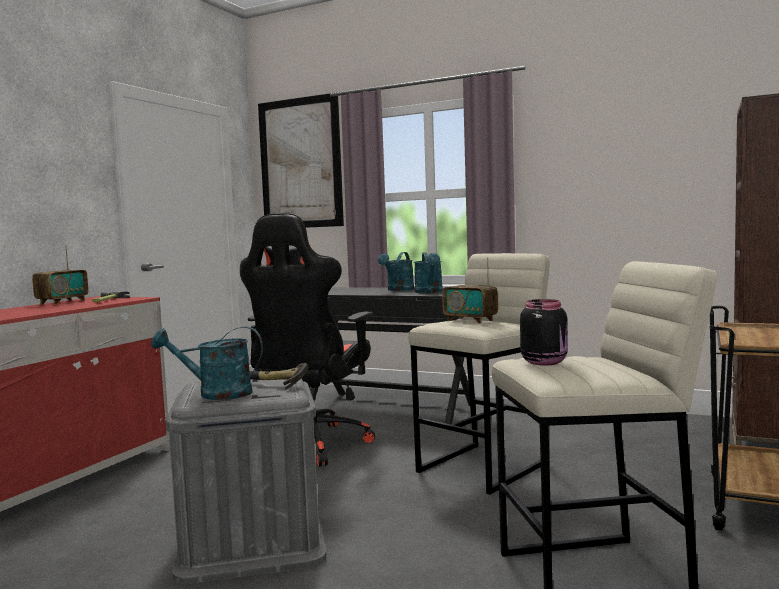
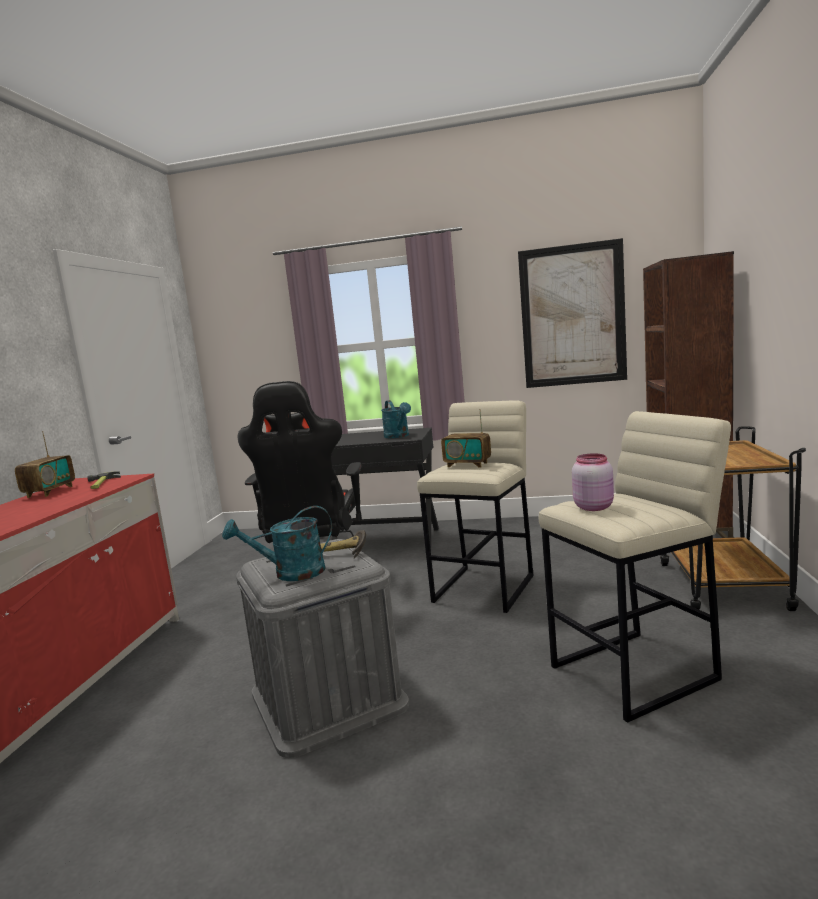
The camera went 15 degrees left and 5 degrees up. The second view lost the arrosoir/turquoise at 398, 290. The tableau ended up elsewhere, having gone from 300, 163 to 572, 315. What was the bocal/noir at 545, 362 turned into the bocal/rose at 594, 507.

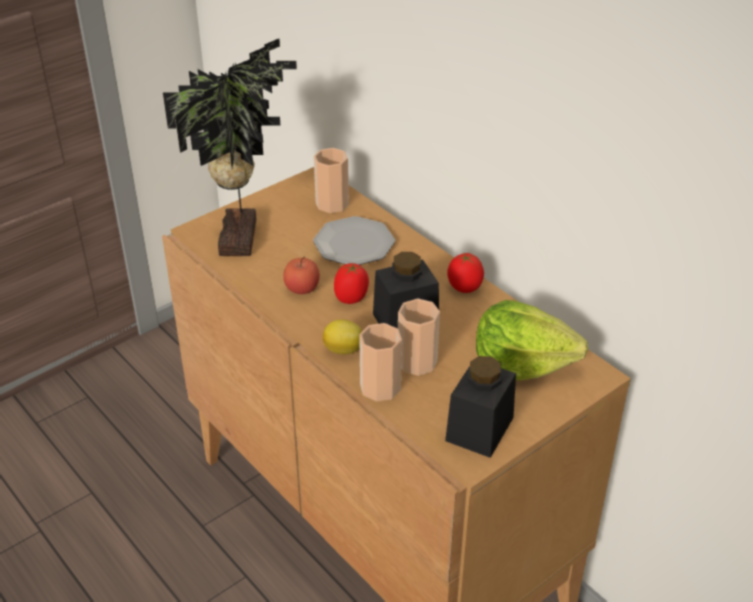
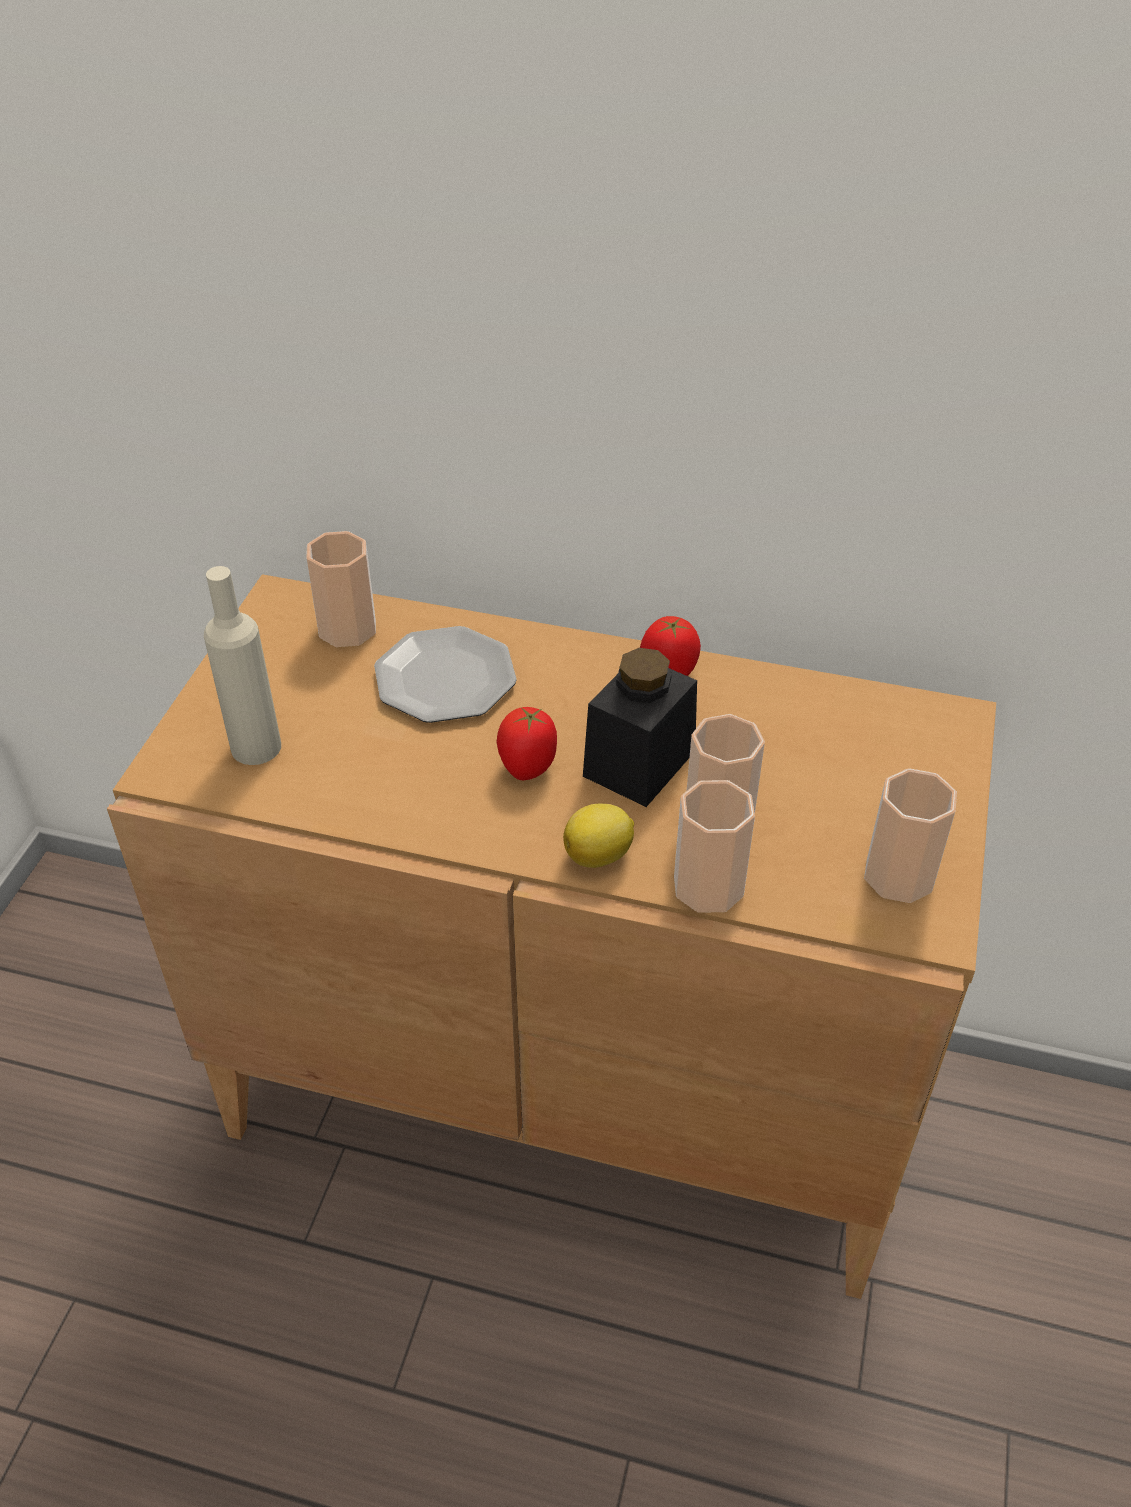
The camera went 35 degrees left and 5 degrees up. The second view lost the pomme at 302, 288. The second view lost the laitue at 522, 363. Where the plante en pot stood at 243, 237, the bouteille/beige came to stand at 256, 747. Where the bocal/noir stood at 479, 429, the tasse came to stand at 898, 876.

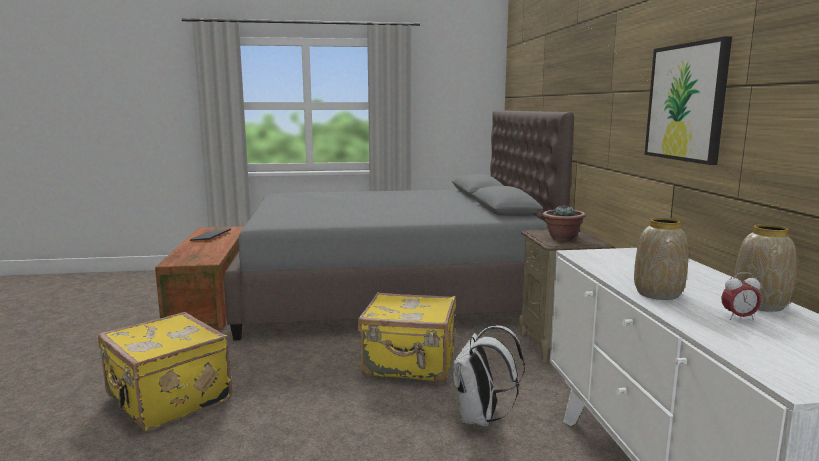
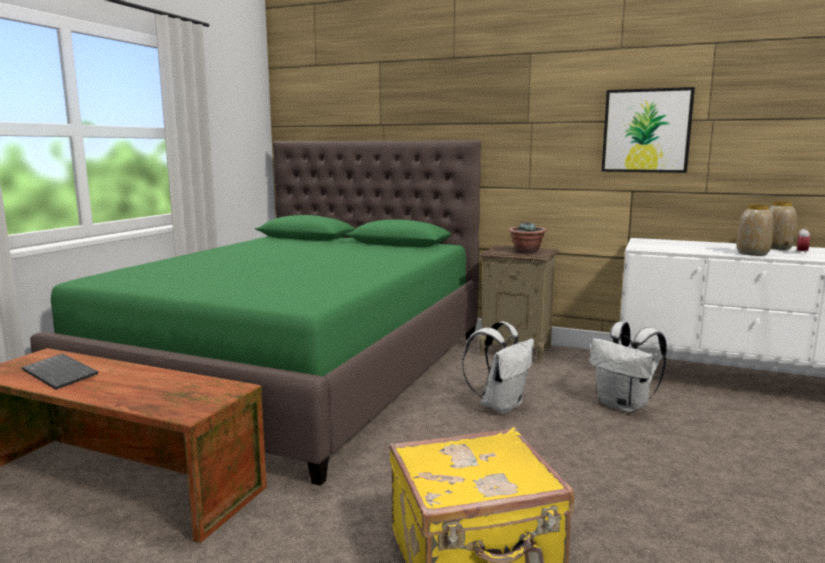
The camera went 60 degrees left and 0 degrees up. Where the valise/jaune stood at 410, 364, the sac à dos/blanc came to stand at 500, 406. What was the lit/gris at 390, 292 turned into the lit/vert at 298, 372.

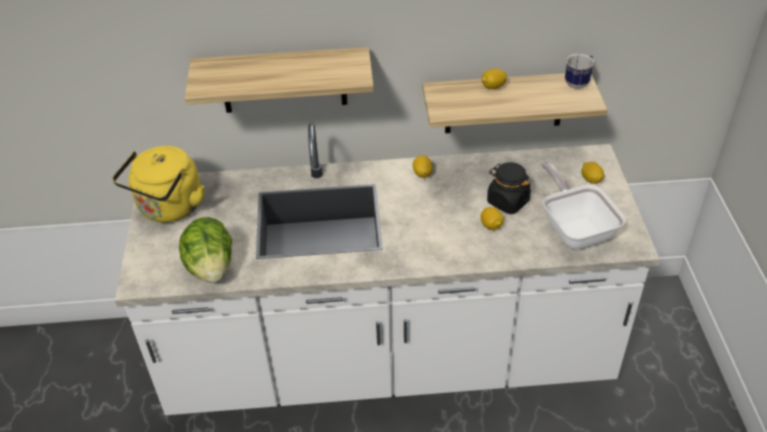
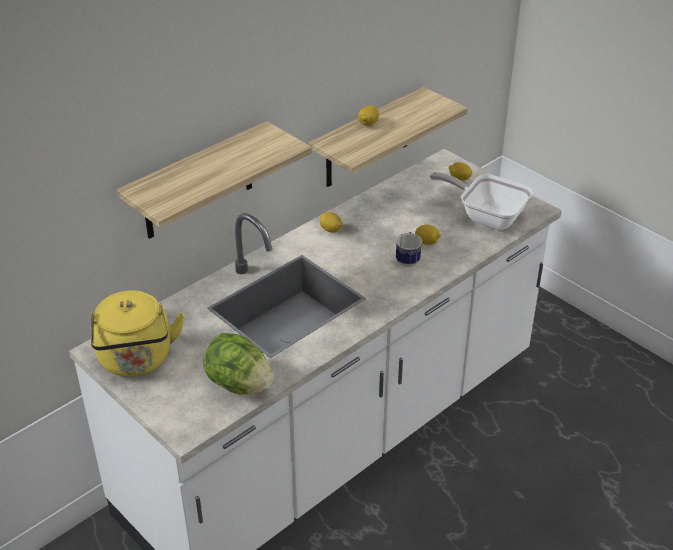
The camera went 40 degrees left and 5 degrees down. The second view lost the bocal/noir at 507, 201. The mug ended up elsewhere, having gone from 579, 82 to 408, 260.

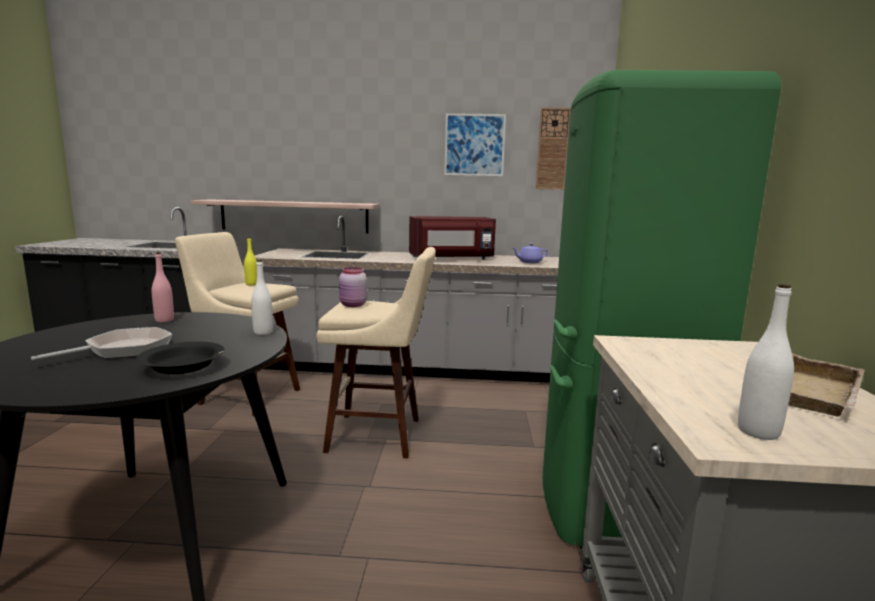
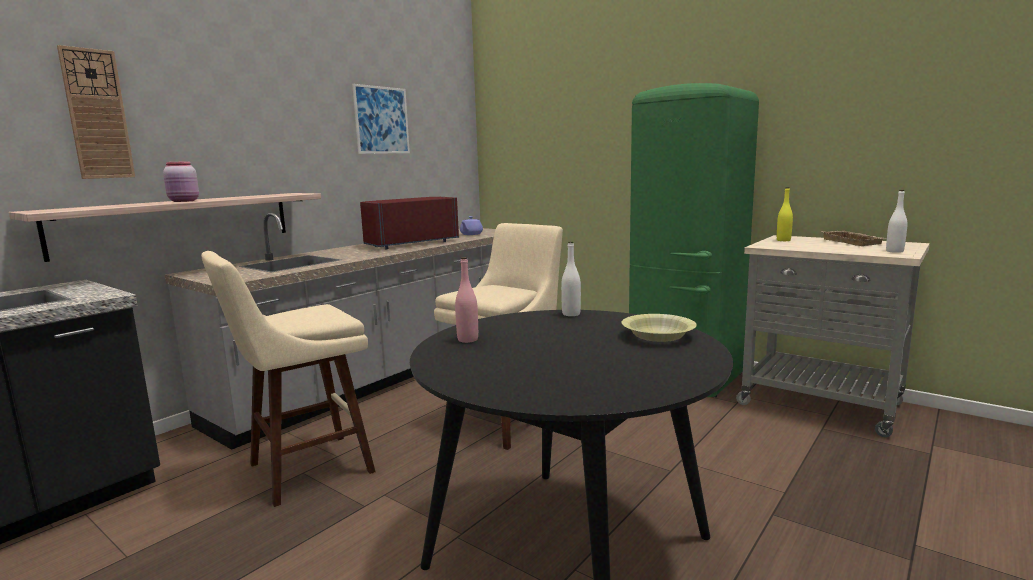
The camera went 55 degrees left and 0 degrees up. The second view lost the poêle at 123, 350. The bouteille/jaune ended up elsewhere, having gone from 251, 284 to 783, 240. The bocal/rose ended up elsewhere, having gone from 353, 305 to 184, 201. The horloge murale ended up elsewhere, having gone from 552, 149 to 97, 114. What was the bol/noir at 183, 367 turned into the bol/jaune at 658, 336. The micro-ondes/rouge at 452, 258 ended up facing another way, 150 degrees counterclockwise from before.

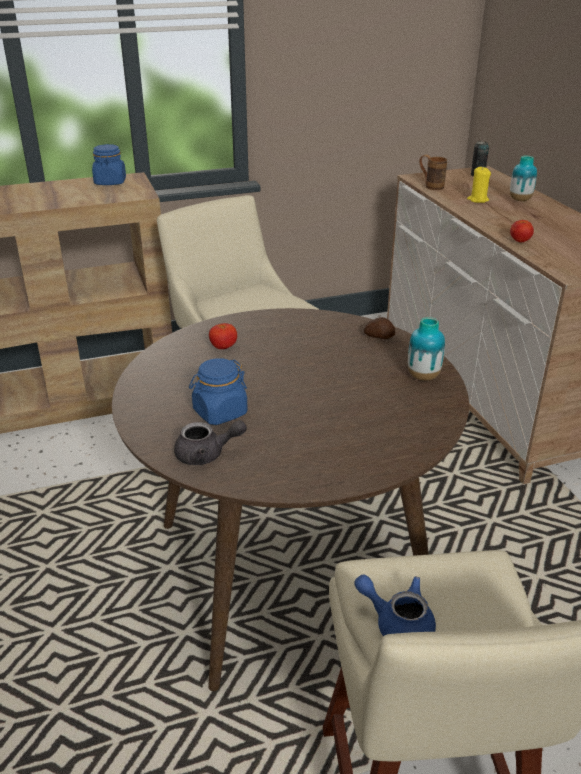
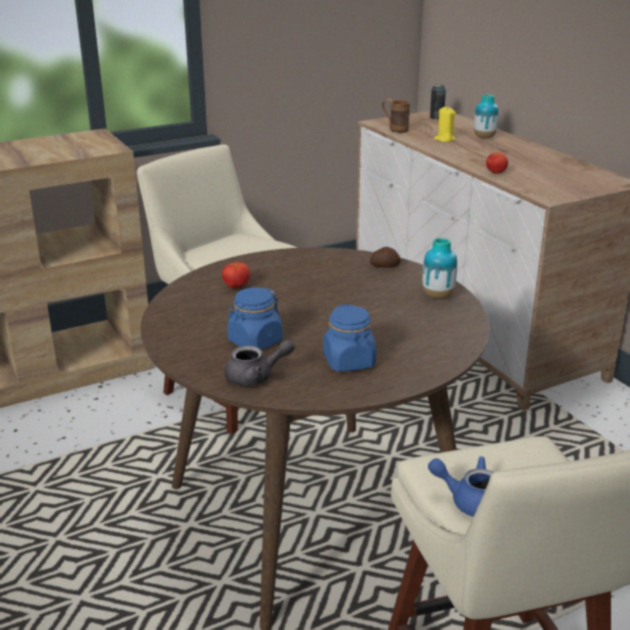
The camera went 10 degrees left and 5 degrees down. The bocal/bleu ended up elsewhere, having gone from 110, 182 to 349, 362.

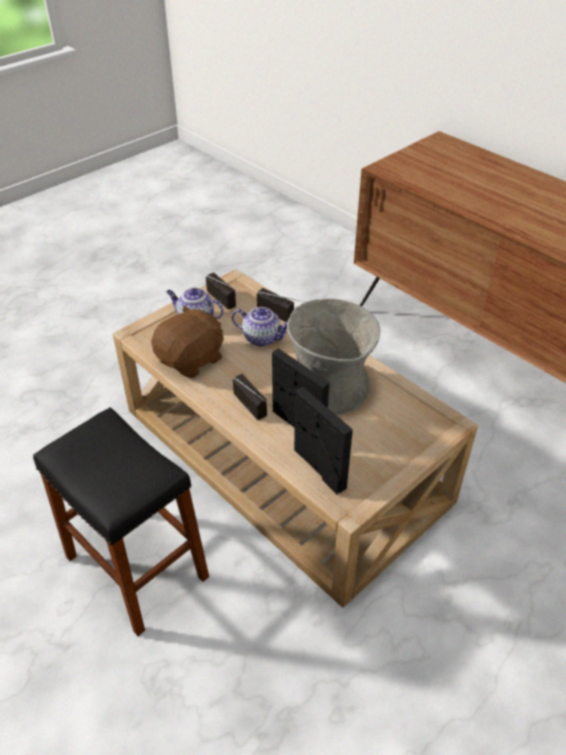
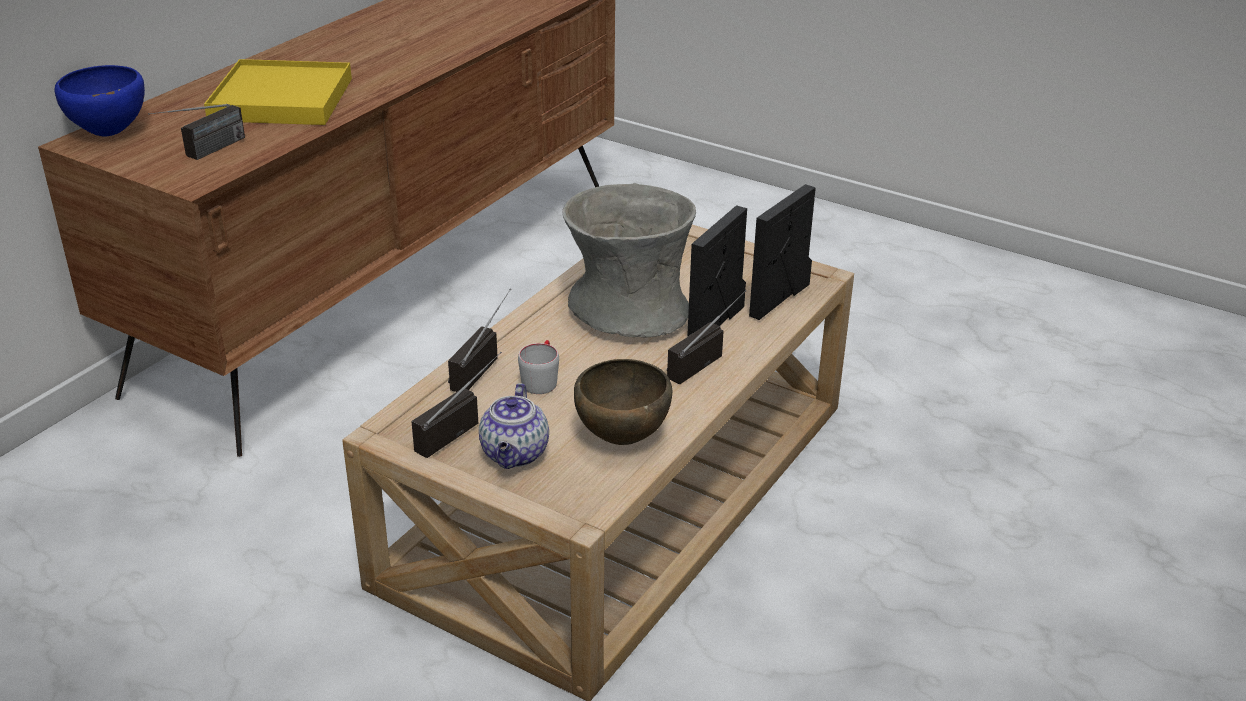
The camera went 105 degrees left and 10 degrees down. The second view lost the tabouret/noir at 137, 567. The second view gained the bol/bleu at 109, 134. The second view gained the radio at 204, 153. The second view gained the plateau/jaune at 282, 99. Where the peluche/marron stood at 191, 360, the bol/marron came to stand at 622, 439. Where the théière stood at 262, 338, the mug/gris came to stand at 541, 379.

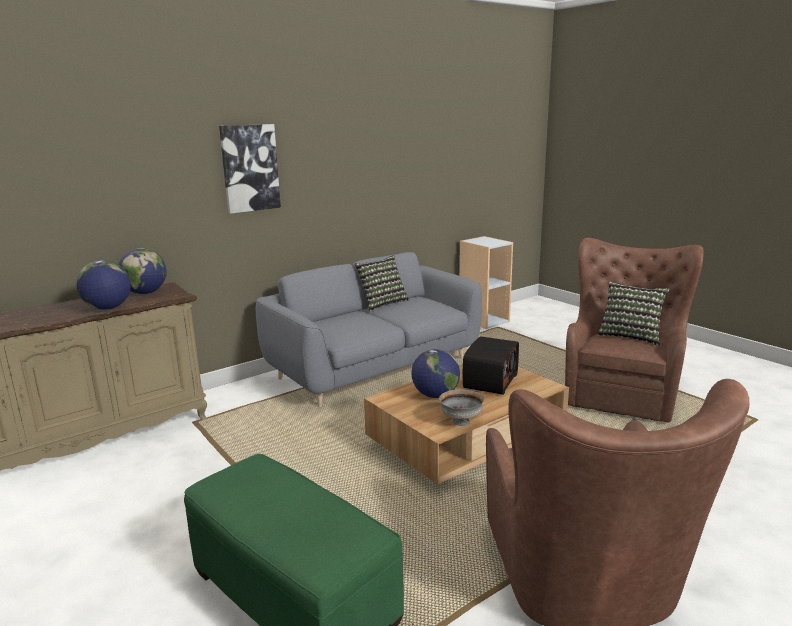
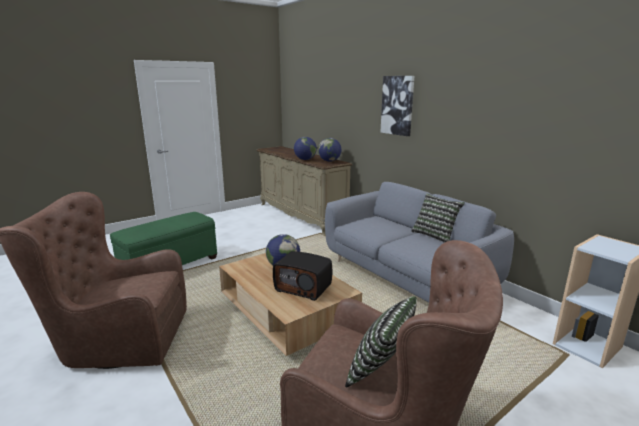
The camera went 90 degrees right and 0 degrees up. The second view lost the bol/gris at 460, 421.

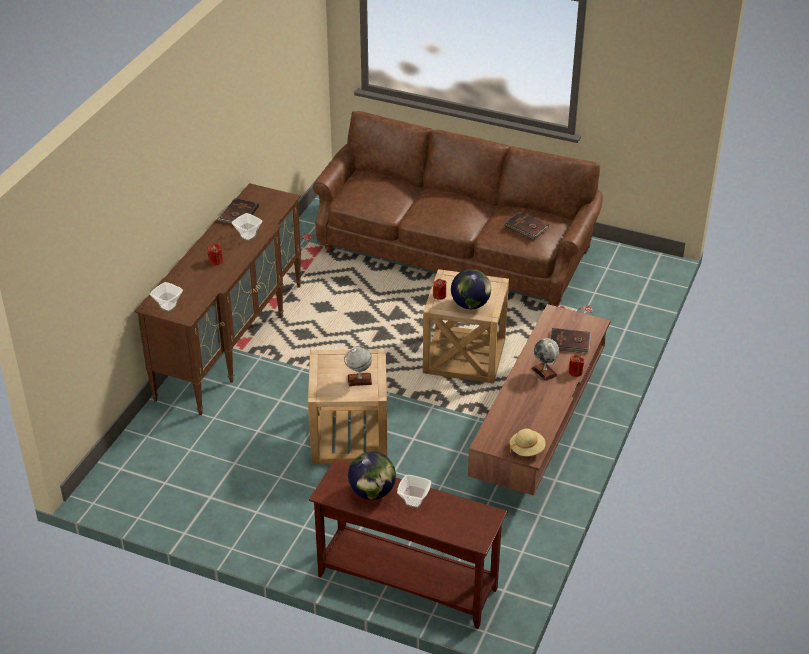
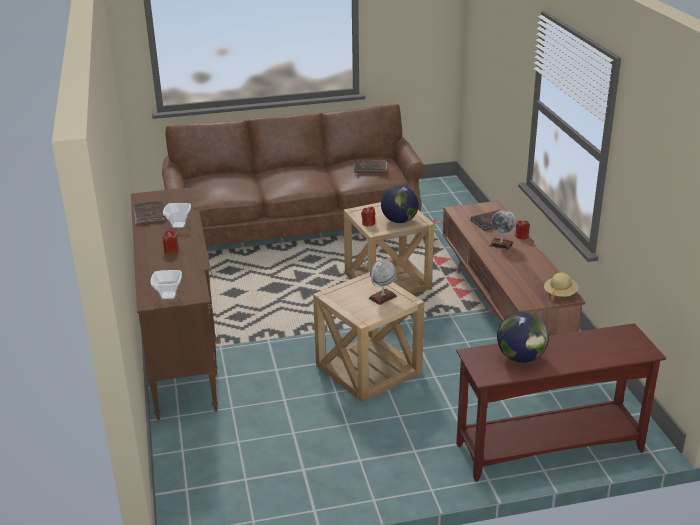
The camera went 35 degrees left and 10 degrees down. The second view lost the bol at 413, 501.

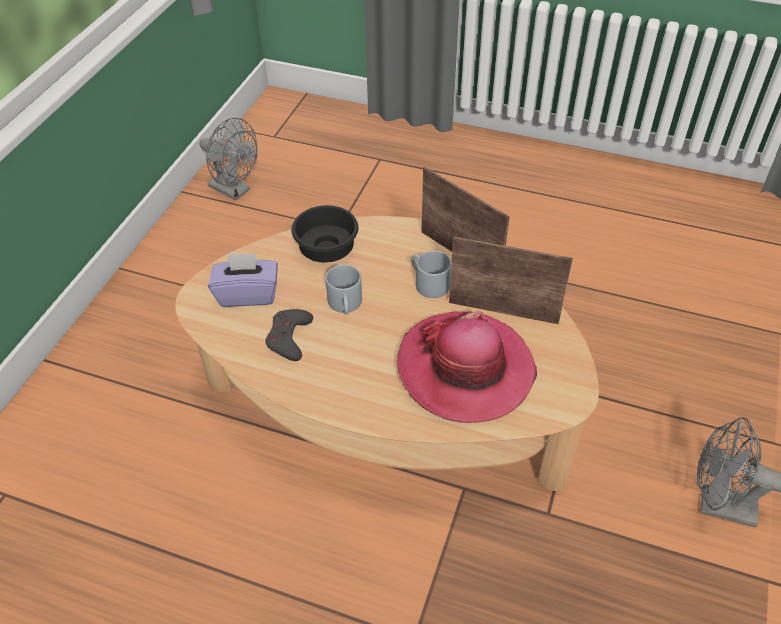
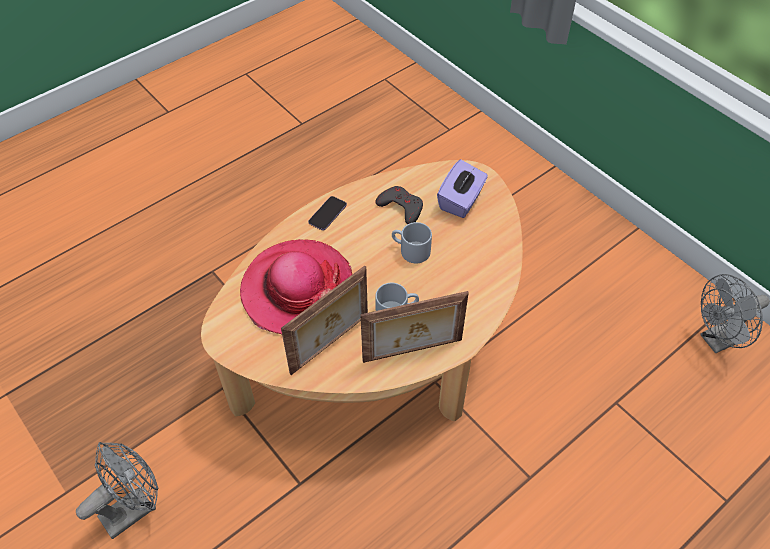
The camera went 120 degrees right and 5 degrees up. The second view lost the bol/noir at 328, 251. The second view gained the téléphone at 327, 214.

